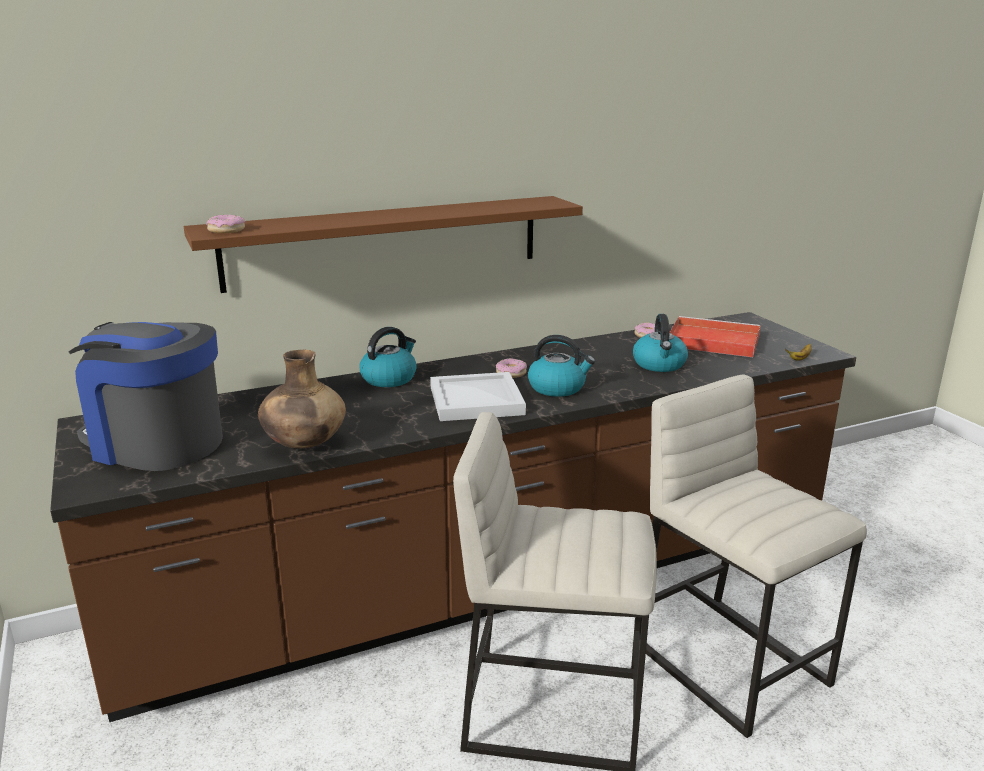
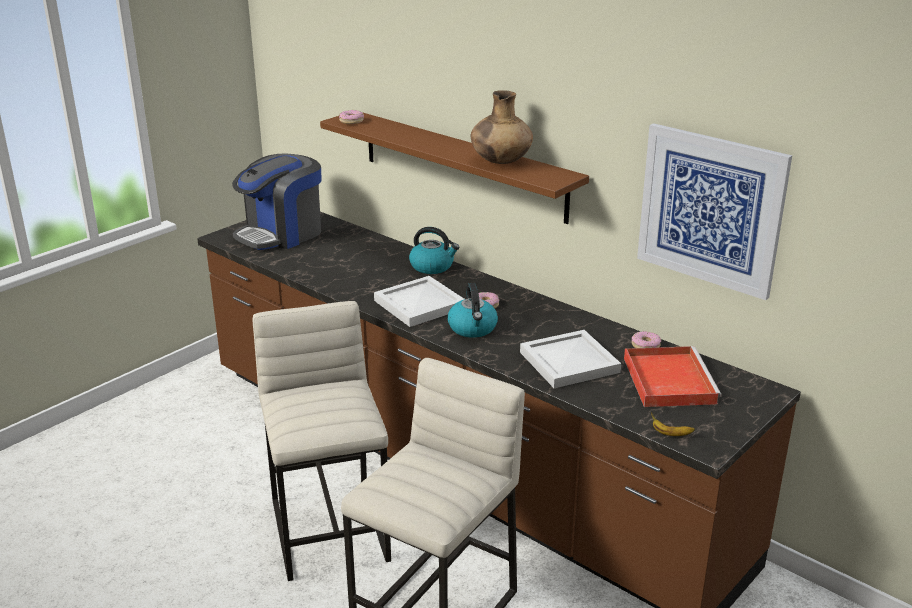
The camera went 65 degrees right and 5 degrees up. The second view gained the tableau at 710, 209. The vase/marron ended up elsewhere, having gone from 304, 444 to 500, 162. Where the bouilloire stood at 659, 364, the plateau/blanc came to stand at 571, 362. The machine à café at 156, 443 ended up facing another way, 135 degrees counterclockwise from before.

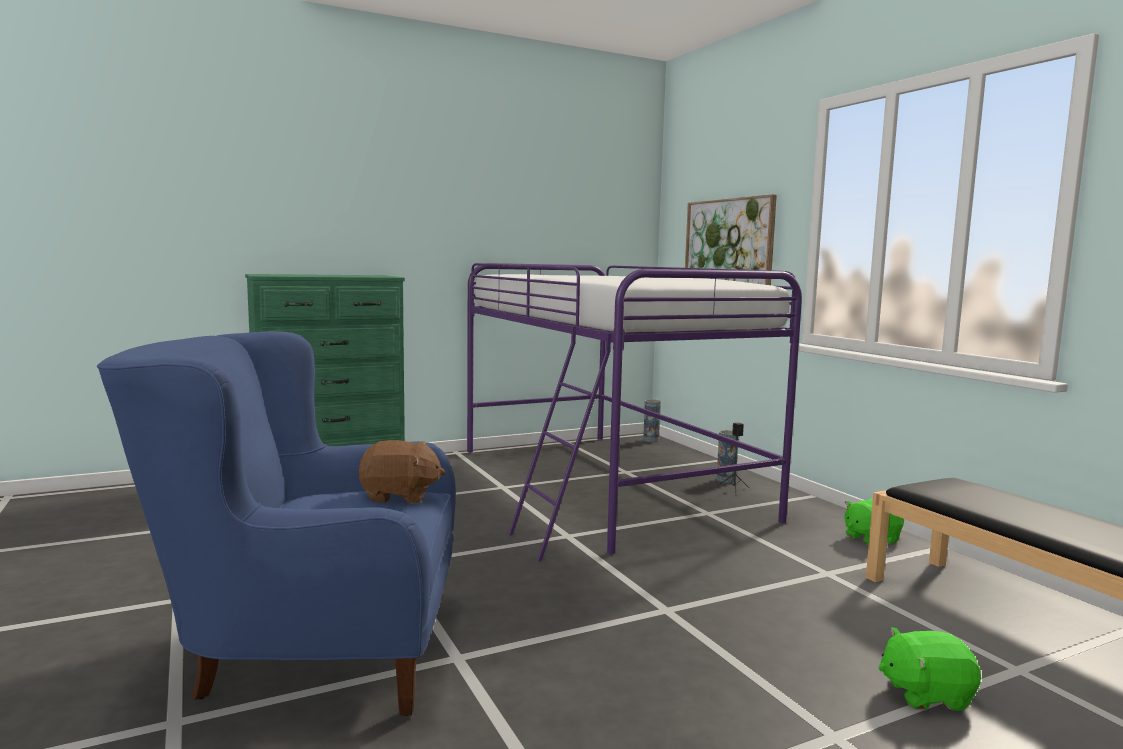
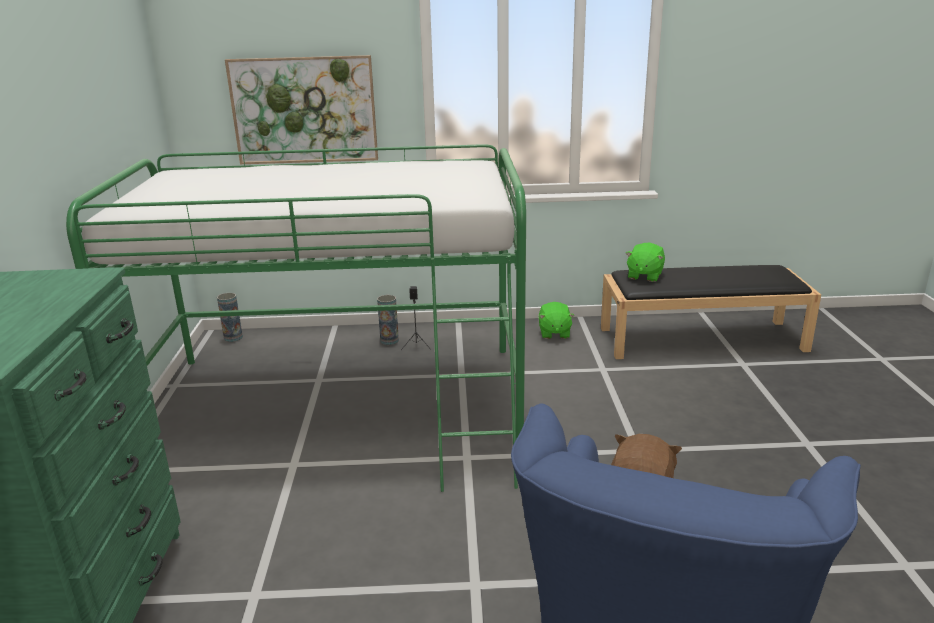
The camera went 65 degrees left and 15 degrees up. The peluche/vert ended up elsewhere, having gone from 925, 694 to 644, 276. What was the lit/violet at 603, 484 turned into the lit/vert at 342, 401.

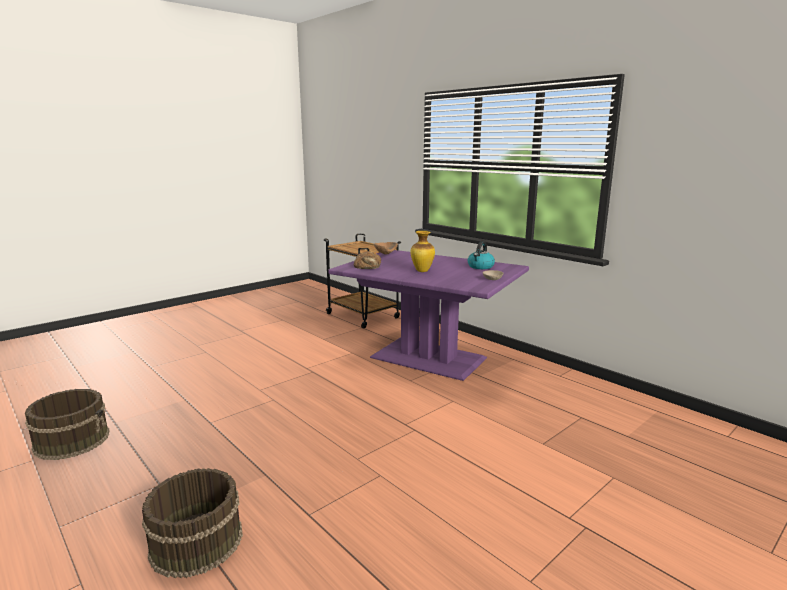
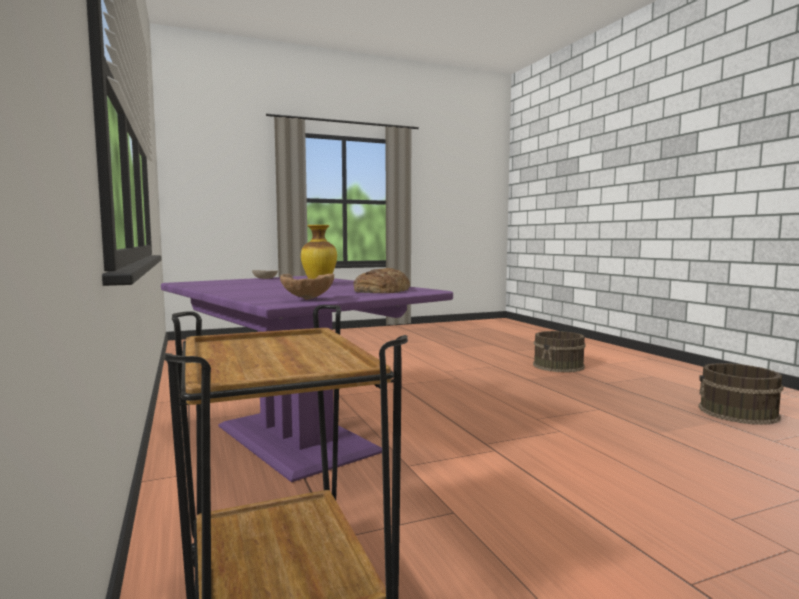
The camera went 160 degrees left and 10 degrees down. The second view lost the bouilloire at 480, 267.

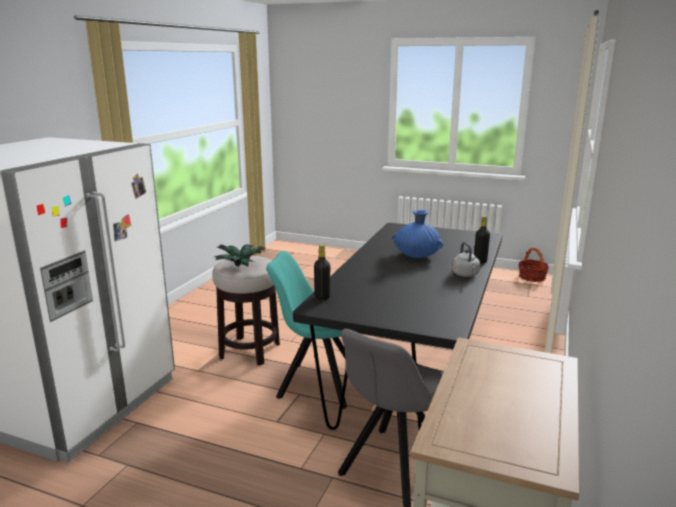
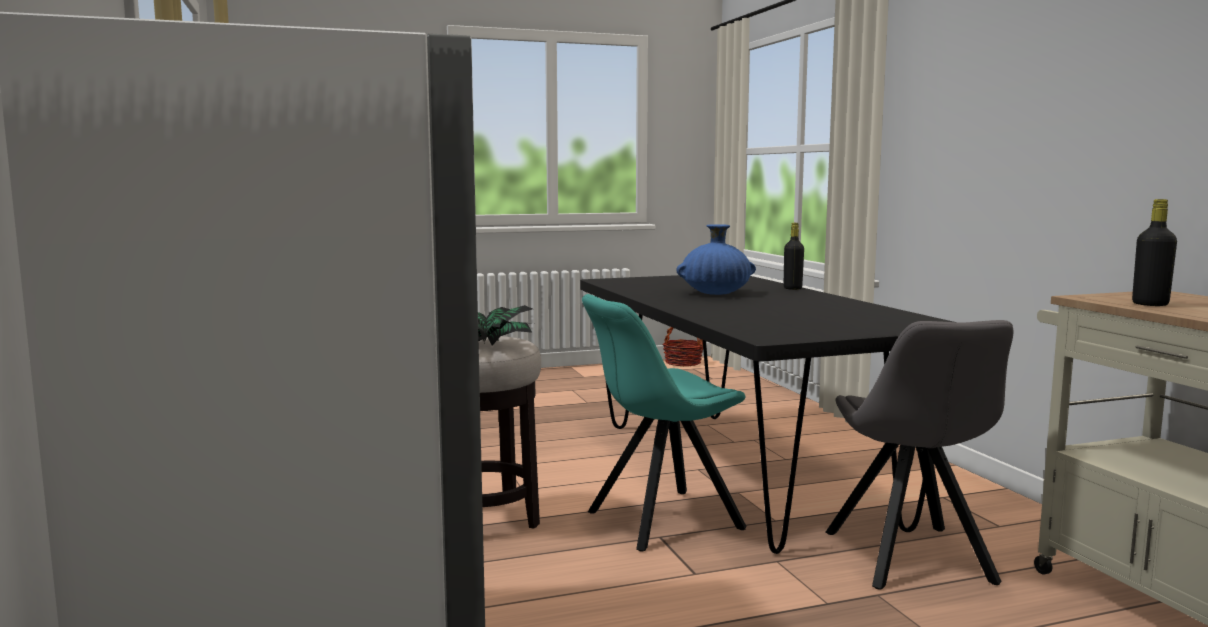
The camera went 40 degrees left and 10 degrees down. The second view lost the bouilloire/gris at 466, 275. The bouteille/noir ended up elsewhere, having gone from 322, 297 to 1150, 304.

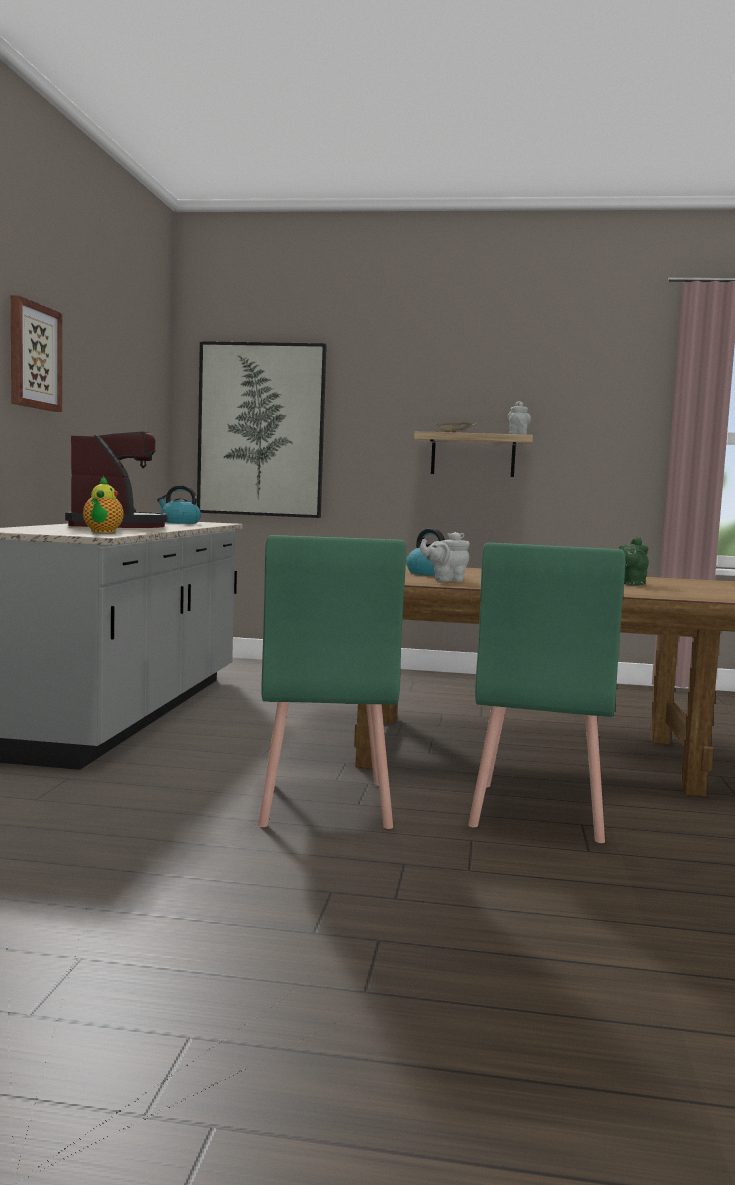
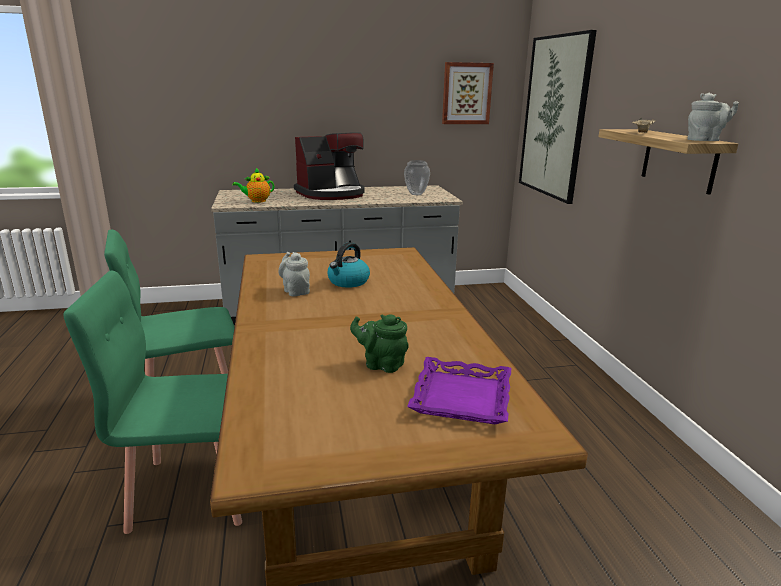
The camera went 70 degrees right and 15 degrees up. The second view gained the plateau/violet at 462, 397. The tableau ended up elsewhere, having gone from 33, 356 to 466, 93. Where the bouilloire stood at 179, 522, the vase came to stand at 416, 194.

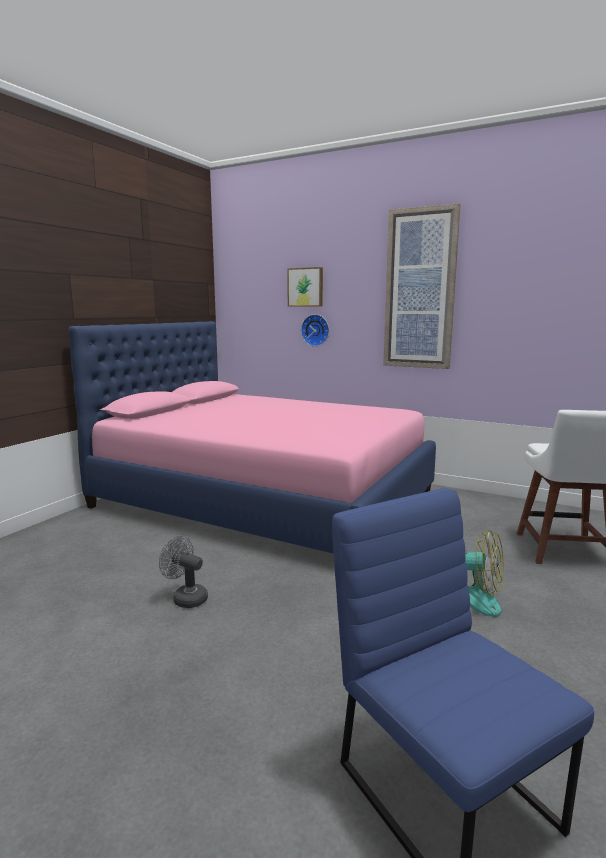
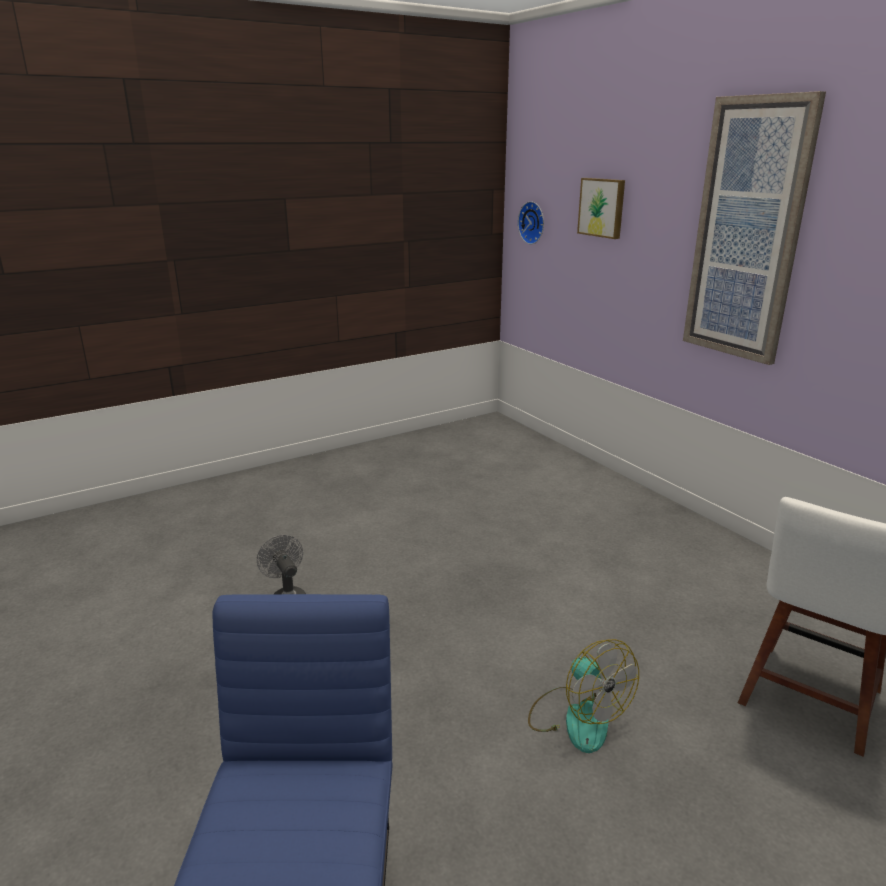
The camera went 30 degrees right and 10 degrees up. The second view lost the lit/rose at 264, 499. The horloge murale ended up elsewhere, having gone from 316, 330 to 533, 222.

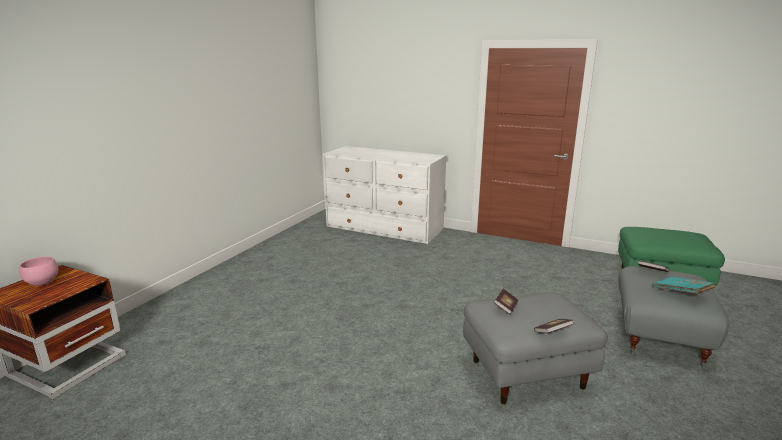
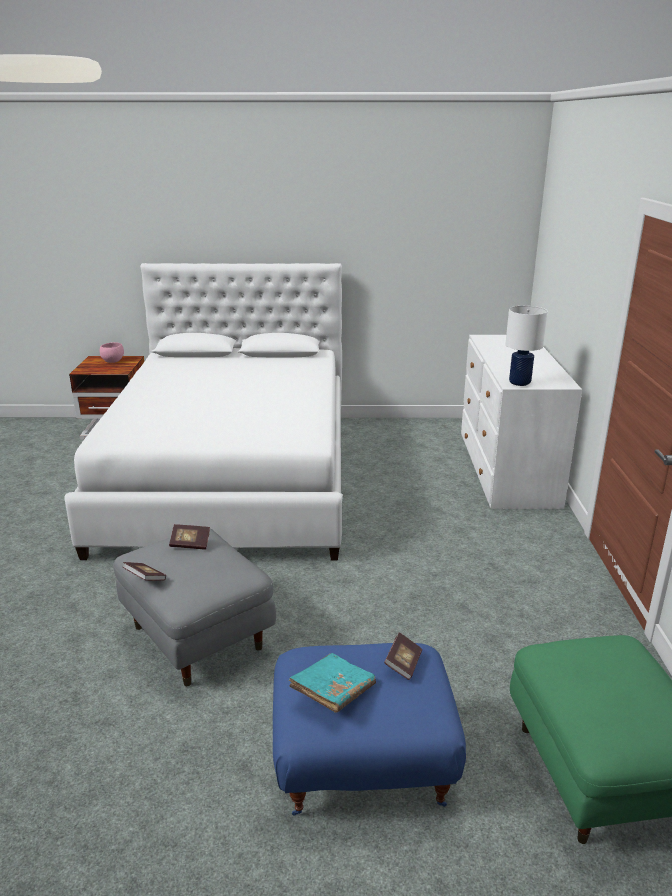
The camera went 65 degrees right and 5 degrees up. The second view gained the lit/blanc at 233, 476. The second view gained the lampe de table/blanc at 520, 384. What was the pouf/gris at 658, 337 turned into the pouf/bleu at 363, 763.

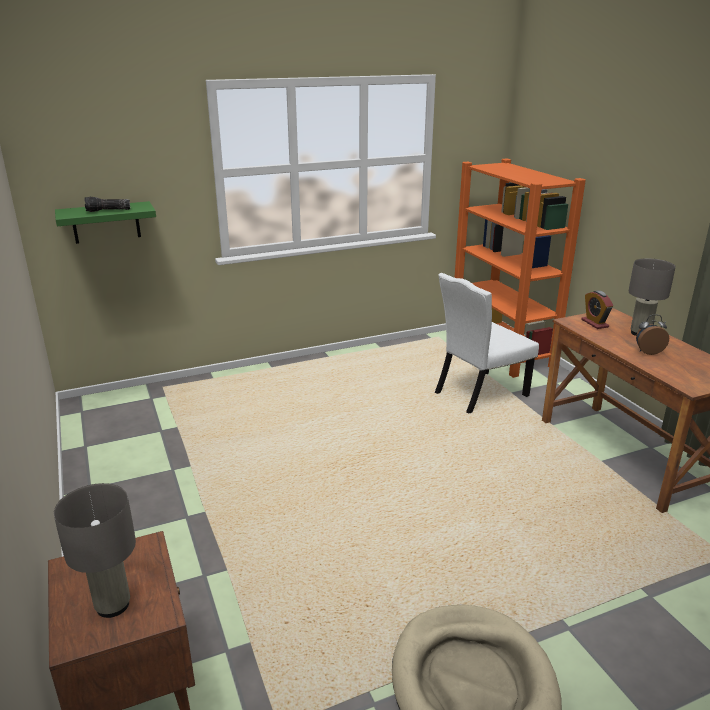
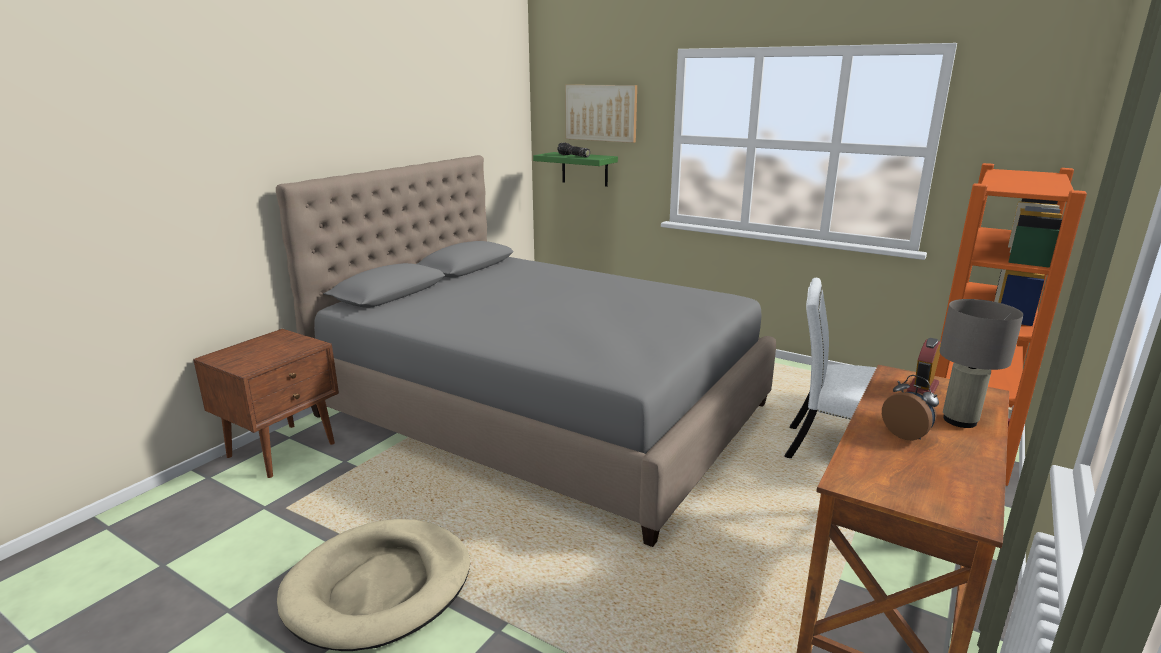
The camera went 55 degrees right and 5 degrees down. The second view lost the lampe de table/gris at 114, 605. The second view gained the lit/gris at 542, 409. The second view gained the tableau at 601, 113.

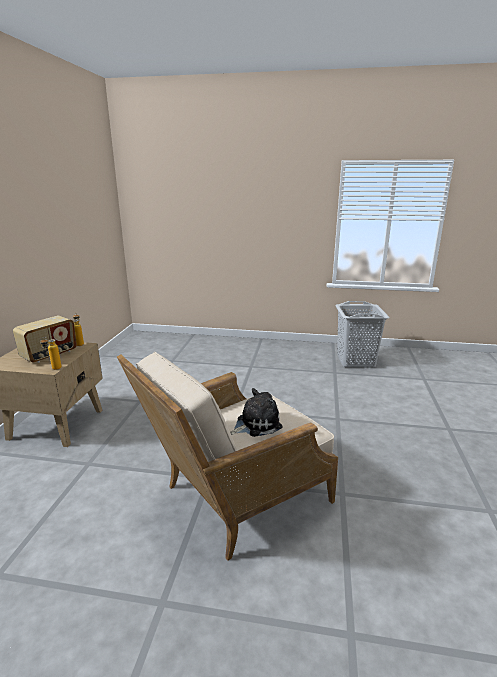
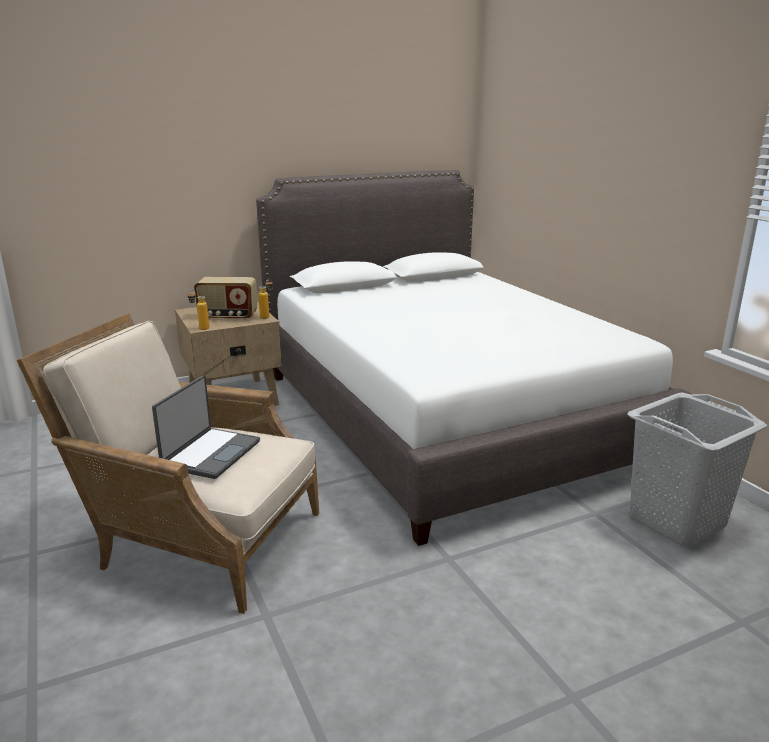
The camera went 55 degrees right and 0 degrees up. The second view gained the lit/blanc at 444, 417. Where the peluche stood at 256, 424, the ordinateur portable came to stand at 210, 454.

